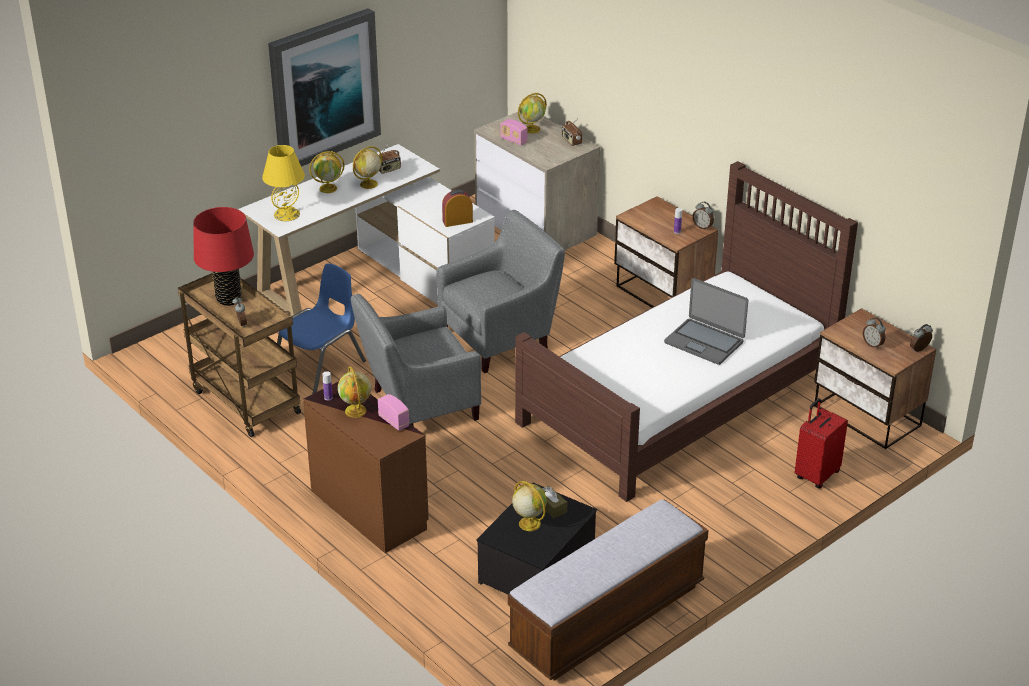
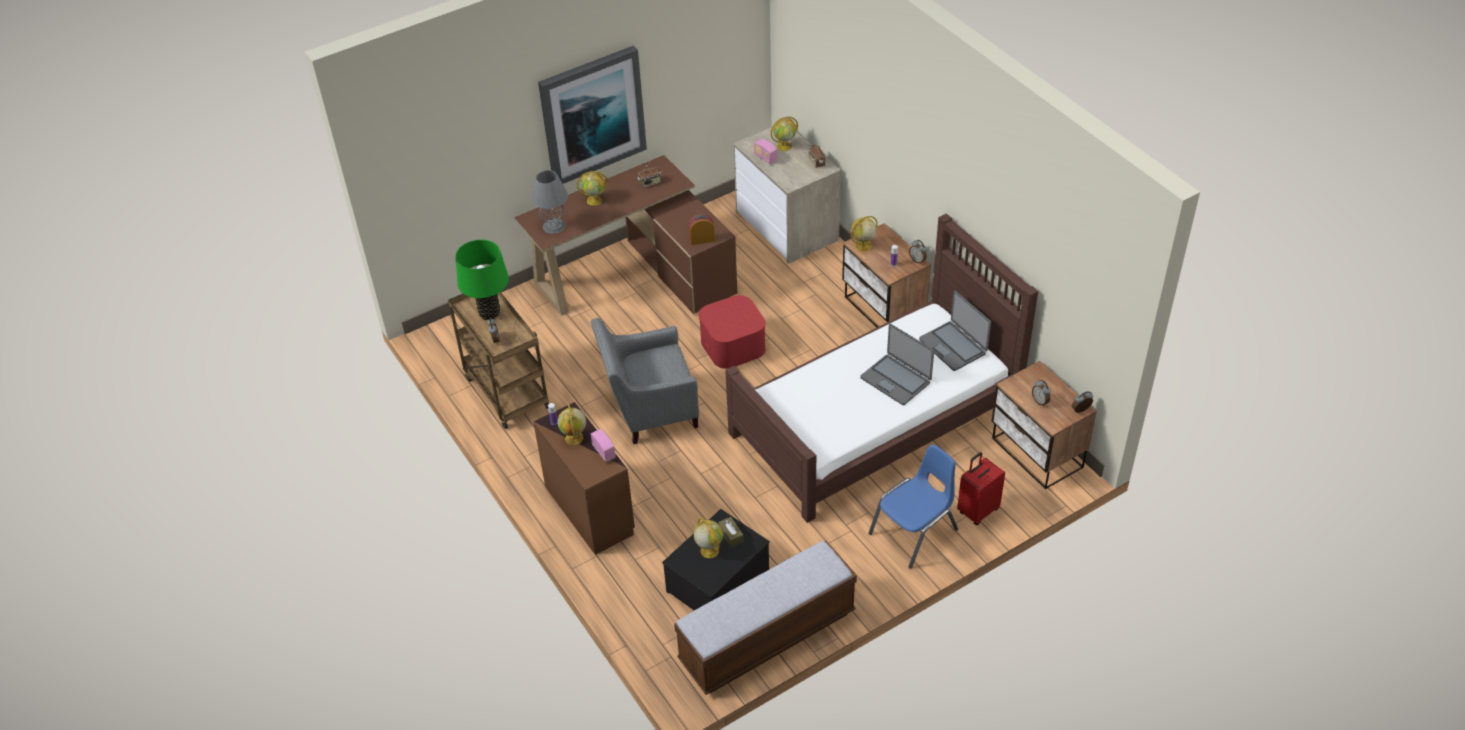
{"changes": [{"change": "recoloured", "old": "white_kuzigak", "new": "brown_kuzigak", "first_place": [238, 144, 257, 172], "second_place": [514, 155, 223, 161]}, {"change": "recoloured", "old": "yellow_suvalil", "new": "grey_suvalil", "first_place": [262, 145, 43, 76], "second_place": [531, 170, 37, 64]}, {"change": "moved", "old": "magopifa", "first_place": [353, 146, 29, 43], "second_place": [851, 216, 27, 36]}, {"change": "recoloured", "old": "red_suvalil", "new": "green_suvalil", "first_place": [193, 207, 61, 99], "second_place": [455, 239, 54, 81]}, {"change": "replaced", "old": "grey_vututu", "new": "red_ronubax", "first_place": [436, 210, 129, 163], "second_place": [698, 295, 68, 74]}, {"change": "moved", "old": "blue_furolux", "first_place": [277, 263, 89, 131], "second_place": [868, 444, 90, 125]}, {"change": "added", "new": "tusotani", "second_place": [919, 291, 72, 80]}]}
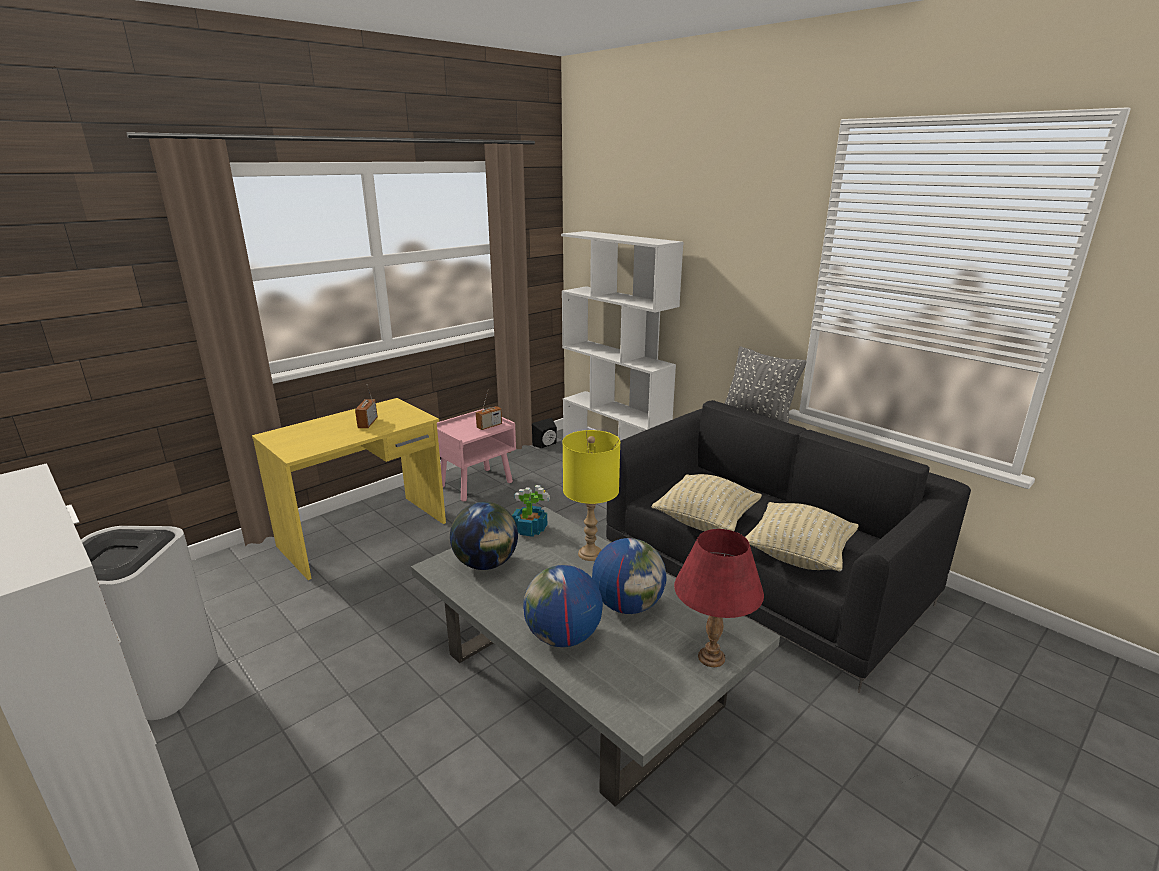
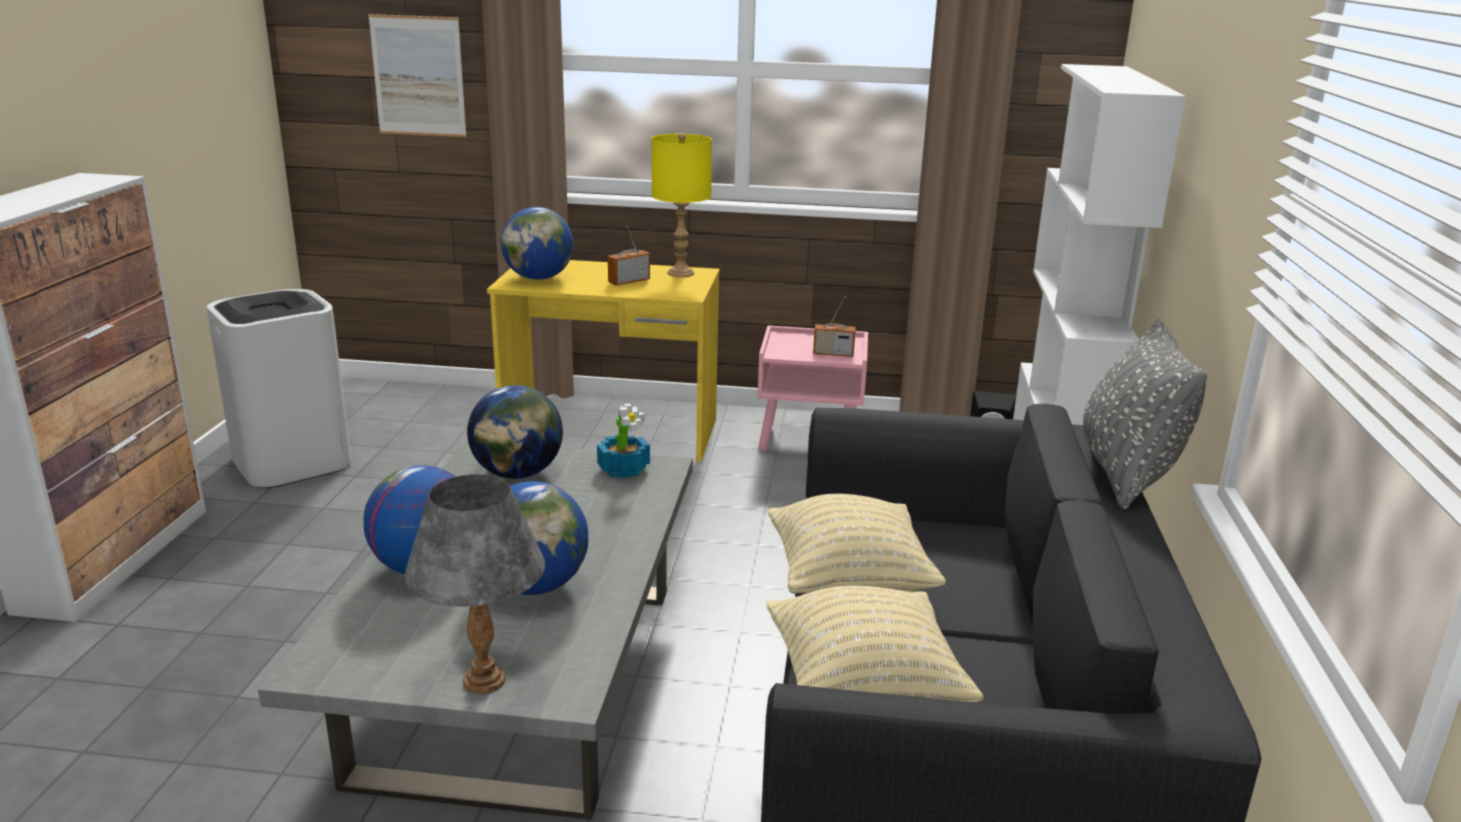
{"changes": [{"change": "moved", "old": "yellow_suvalil", "first_place": [563, 430, 57, 131], "second_place": [651, 133, 61, 144]}, {"change": "recoloured", "old": "red_suvalil", "new": "grey_suvalil", "first_place": [674, 529, 90, 138], "second_place": [404, 474, 141, 220]}, {"change": "added", "new": "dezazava", "second_place": [368, 14, 99, 123]}, {"change": "added", "new": "magopifa", "second_place": [501, 207, 73, 73]}]}
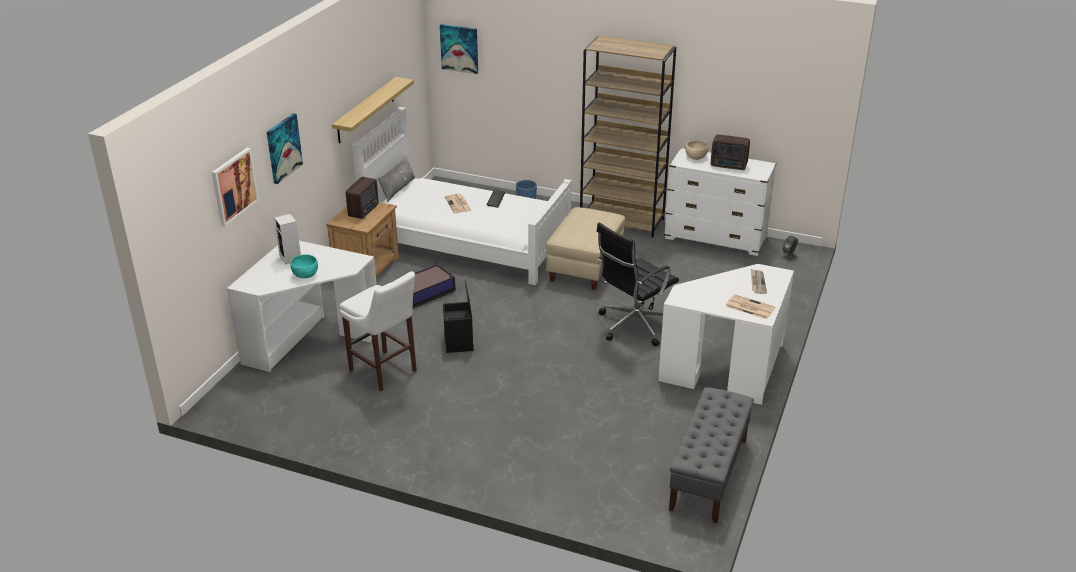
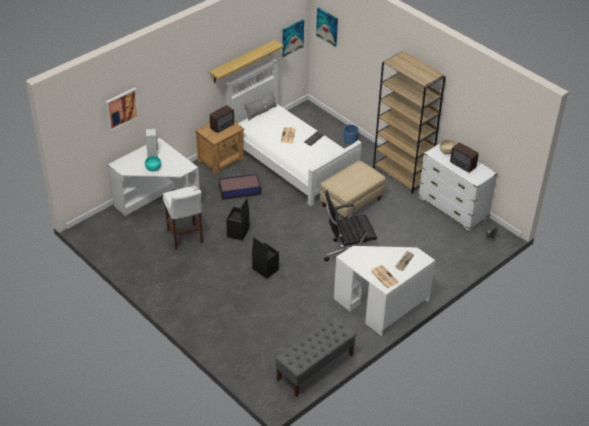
{"changes": [{"change": "moved", "old": "dezazava", "first_place": [267, 113, 36, 71], "second_place": [282, 20, 22, 37]}, {"change": "added", "new": "black_ronubax", "second_place": [252, 237, 27, 42]}]}
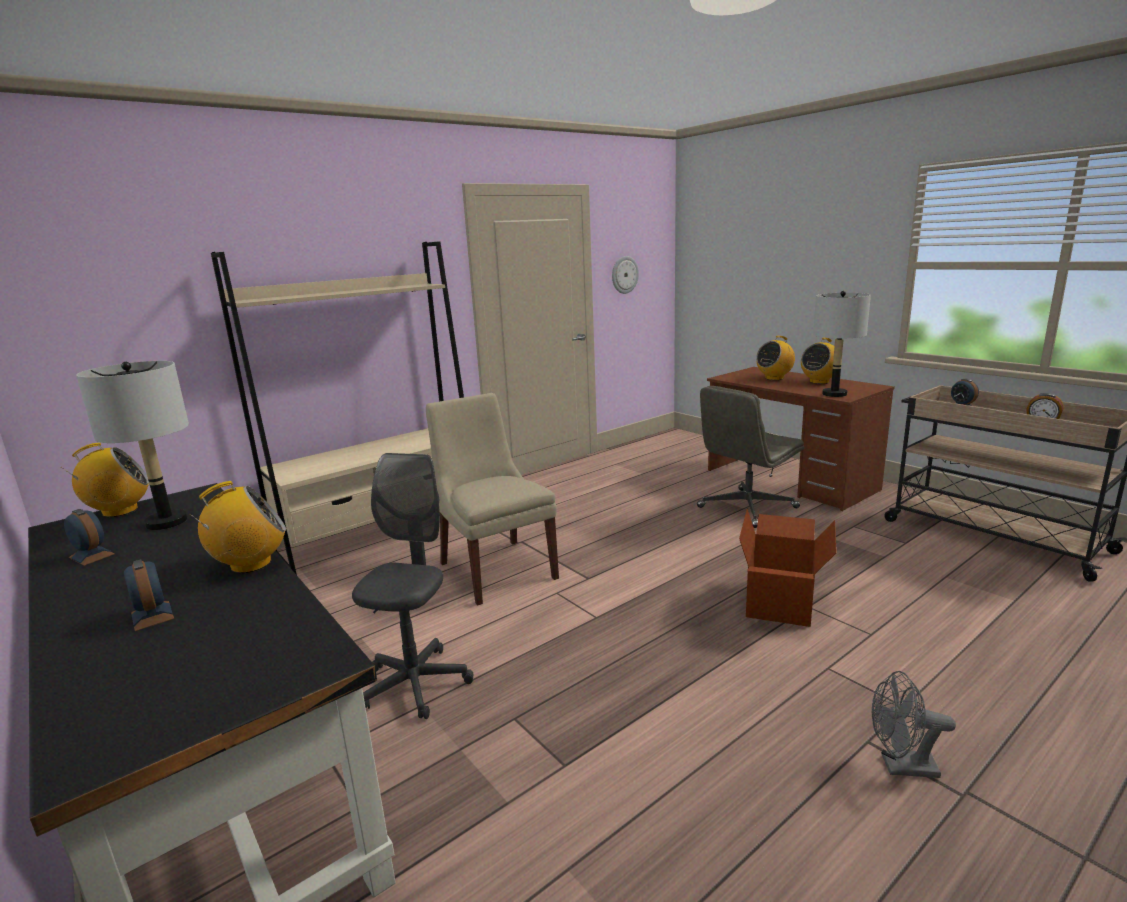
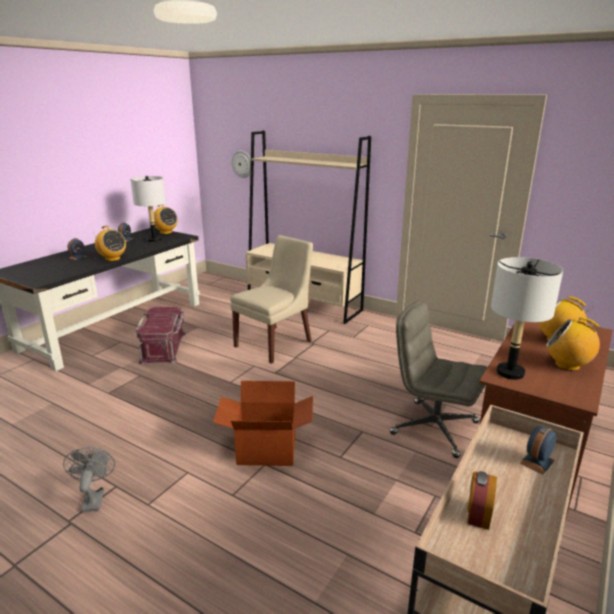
{"changes": [{"change": "moved", "old": "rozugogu", "first_place": [612, 256, 27, 38], "second_place": [231, 150, 20, 28]}, {"change": "replaced", "old": "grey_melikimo", "new": "red_ronubax", "first_place": [352, 453, 122, 266], "second_place": [135, 307, 51, 58]}]}
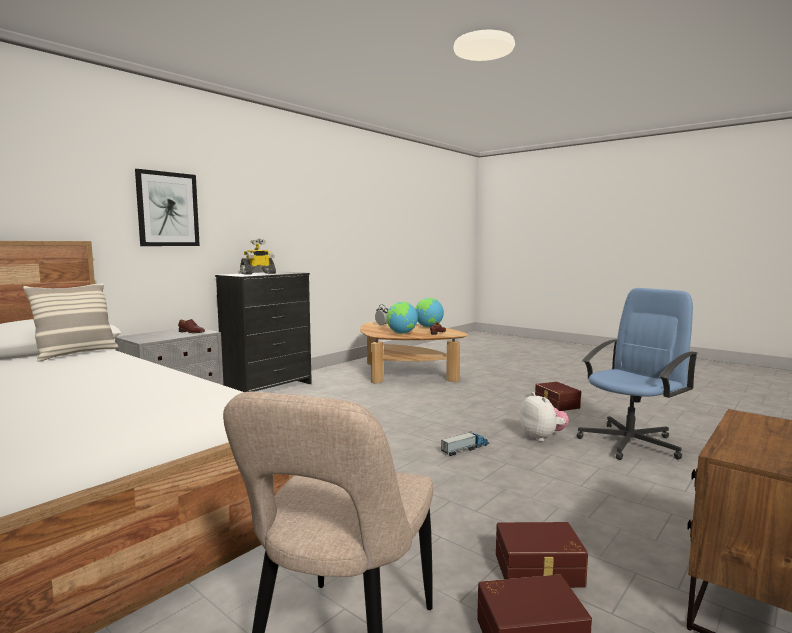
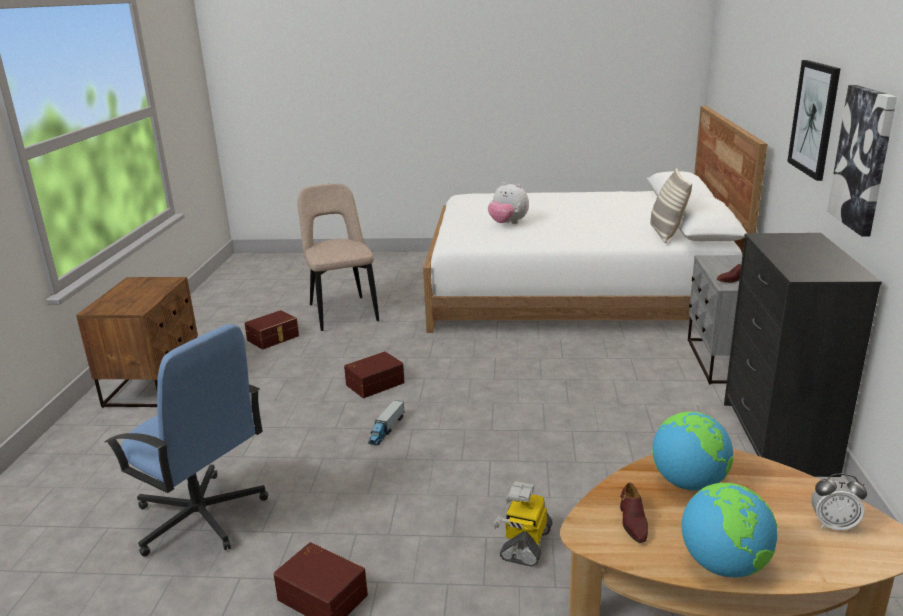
{"changes": [{"change": "moved", "old": "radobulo", "first_place": [240, 238, 36, 37], "second_place": [493, 481, 60, 85]}, {"change": "turned", "old": "blue_melikimo", "first_place": [577, 288, 121, 172], "second_place": [105, 324, 163, 233], "degrees": -75}, {"change": "moved", "old": "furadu", "first_place": [520, 392, 49, 50], "second_place": [488, 182, 41, 42]}, {"change": "moved", "old": "brown_ronubax", "first_place": [496, 522, 92, 66], "second_place": [344, 351, 61, 47]}, {"change": "added", "new": "dezazava", "second_place": [827, 85, 70, 152]}]}
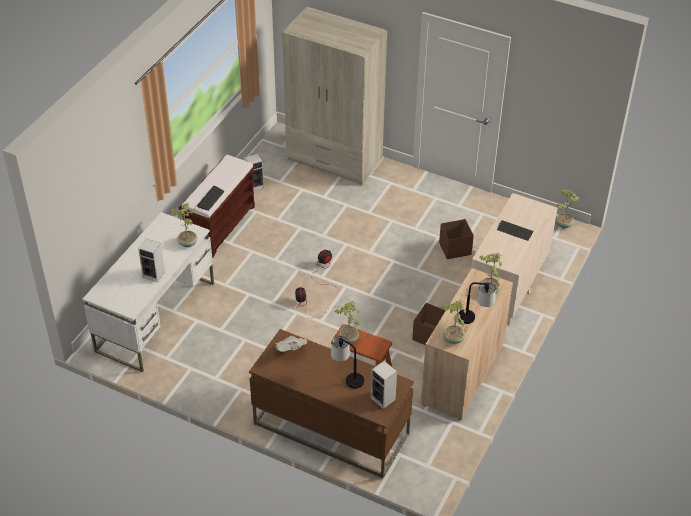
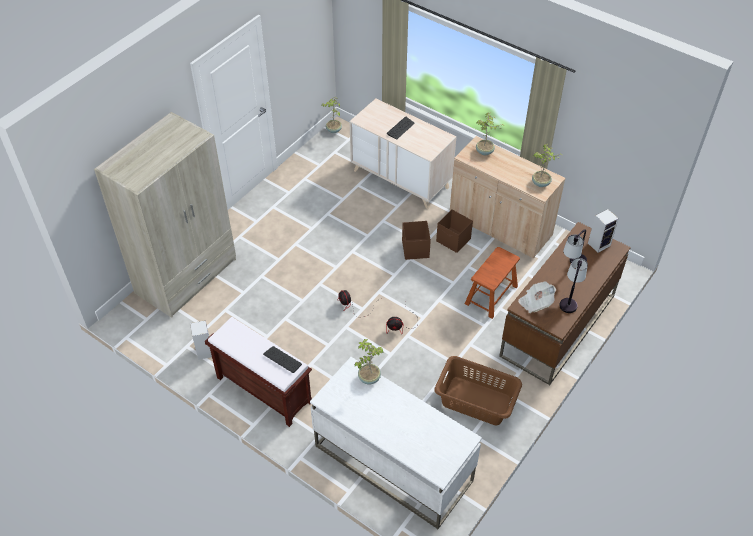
{"changes": [{"change": "moved", "old": "brown_ronubax", "first_place": [439, 219, 35, 40], "second_place": [402, 221, 29, 39]}, {"change": "removed", "old": "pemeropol", "first_place": [138, 239, 27, 43]}, {"change": "moved", "old": "suvalil", "first_place": [457, 282, 39, 42], "second_place": [559, 258, 29, 55]}, {"change": "removed", "old": "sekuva", "first_place": [335, 301, 24, 42]}, {"change": "added", "new": "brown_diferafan", "second_place": [434, 356, 88, 69]}]}
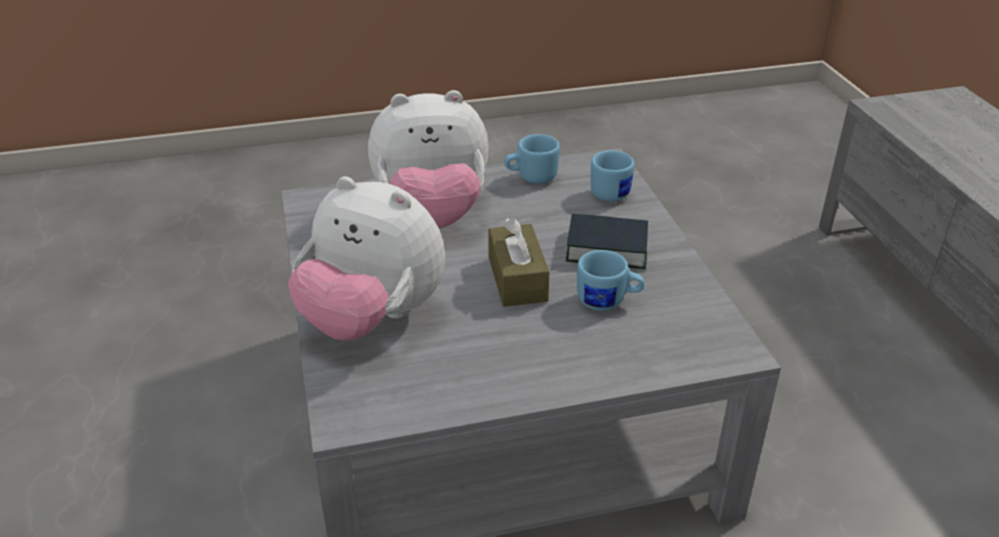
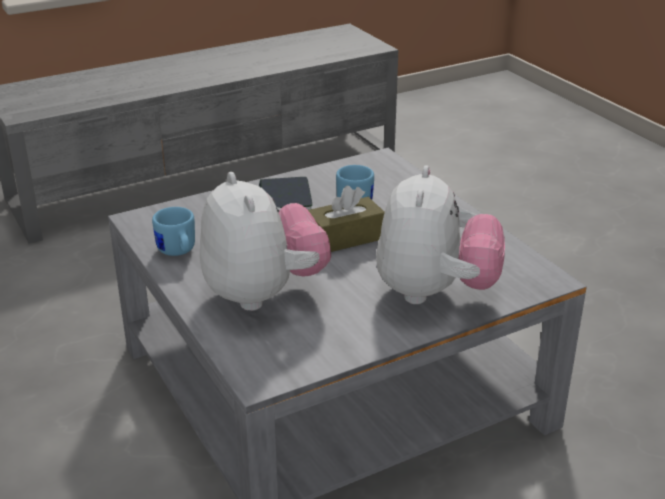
{"changes": [{"change": "removed", "old": "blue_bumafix", "first_place": [591, 150, 43, 52]}]}
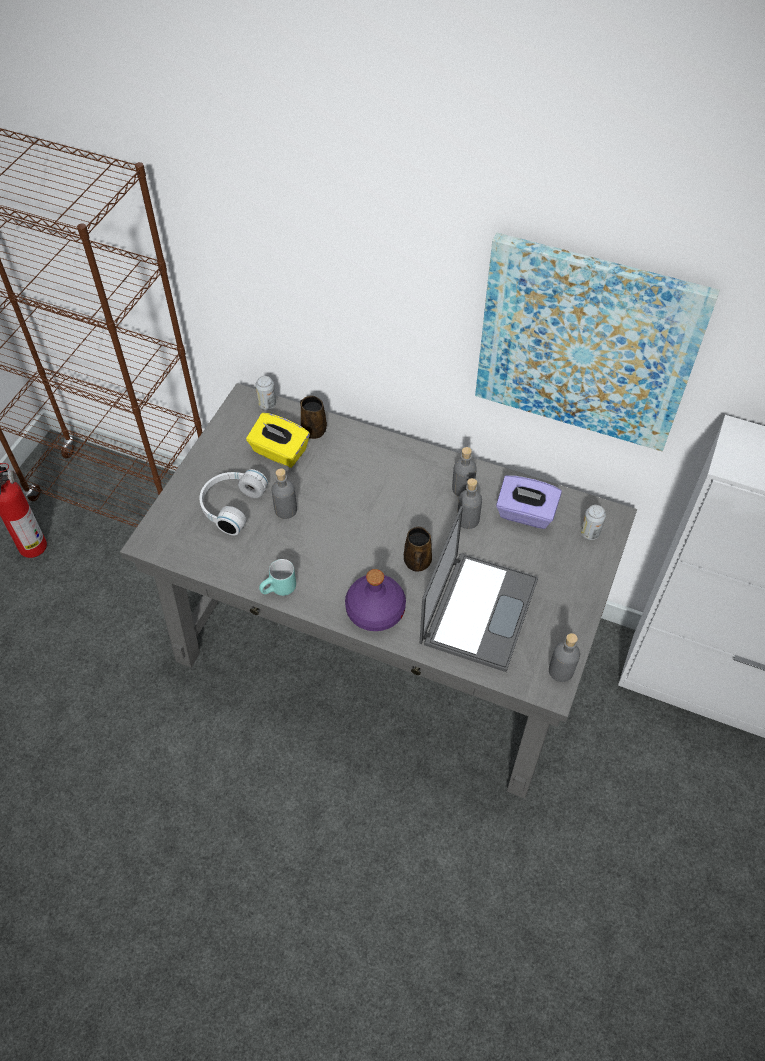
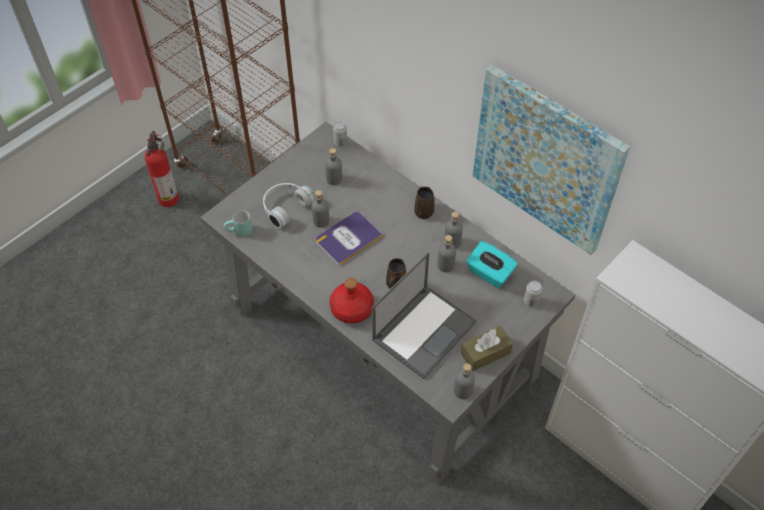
{"changes": [{"change": "moved", "old": "brown_bumafix", "first_place": [300, 396, 27, 43], "second_place": [414, 186, 21, 33]}, {"change": "replaced", "old": "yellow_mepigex", "new": "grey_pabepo", "first_place": [246, 413, 64, 55], "second_place": [325, 148, 17, 37]}, {"change": "recoloured", "old": "purple_mepigex", "new": "turquoise_mepigex", "first_place": [496, 475, 66, 54], "second_place": [466, 241, 52, 47]}, {"change": "moved", "old": "turquoise_bumafix", "first_place": [259, 559, 37, 37], "second_place": [224, 210, 28, 26]}, {"change": "recoloured", "old": "purple_pabepo", "new": "red_pabepo", "first_place": [345, 569, 61, 62], "second_place": [330, 278, 44, 45]}, {"change": "added", "new": "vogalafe", "second_place": [316, 212, 67, 54]}, {"change": "added", "new": "brown_mepigex", "second_place": [461, 326, 52, 45]}]}
